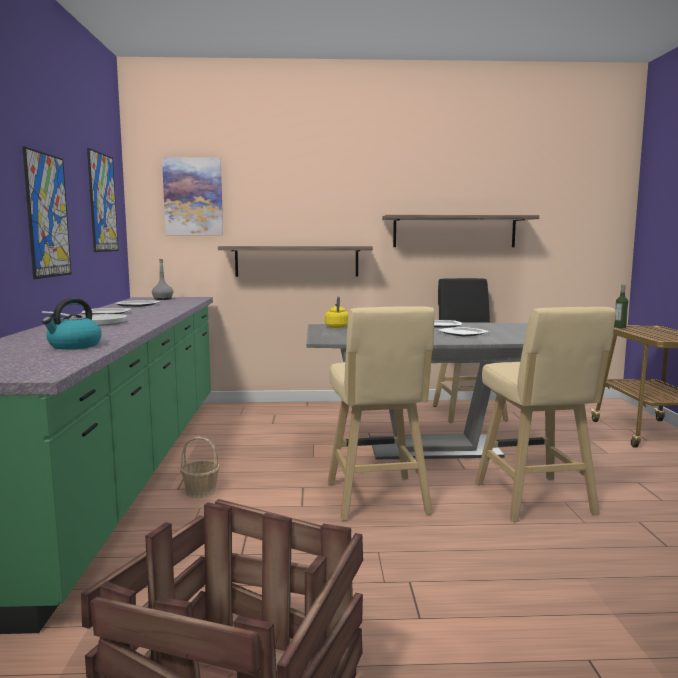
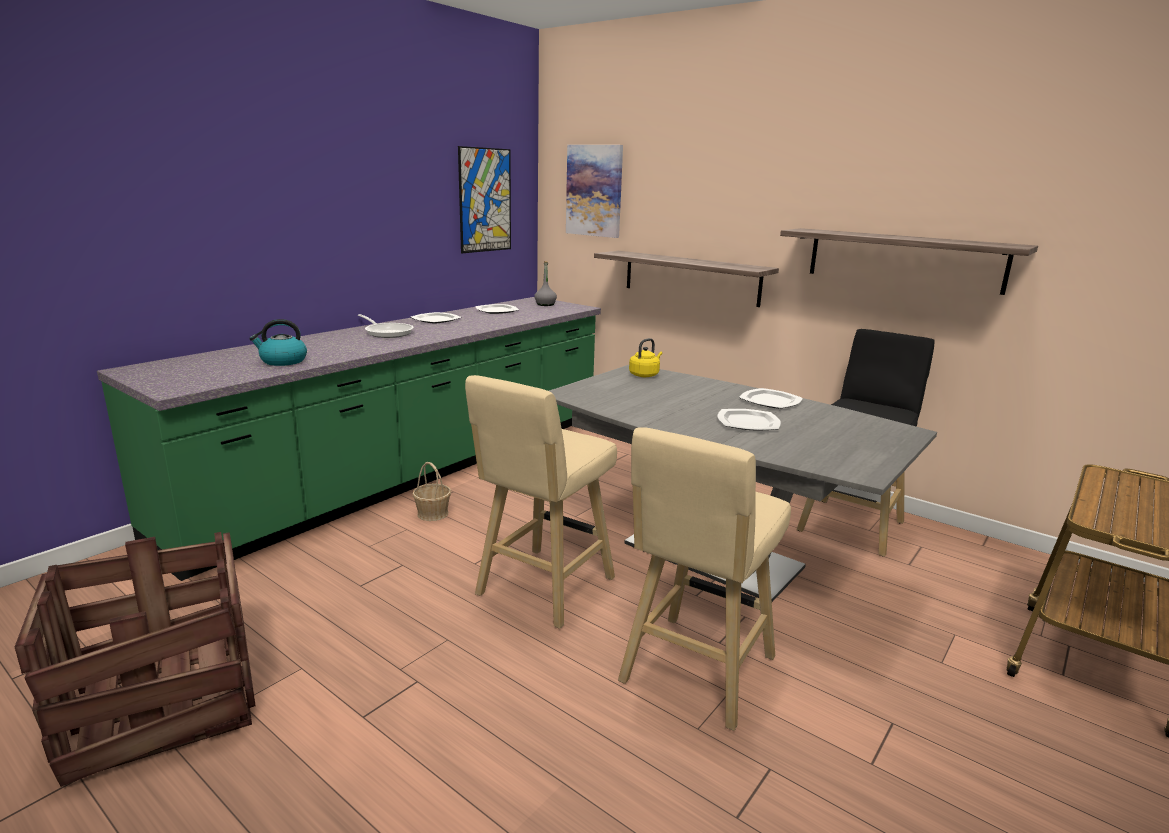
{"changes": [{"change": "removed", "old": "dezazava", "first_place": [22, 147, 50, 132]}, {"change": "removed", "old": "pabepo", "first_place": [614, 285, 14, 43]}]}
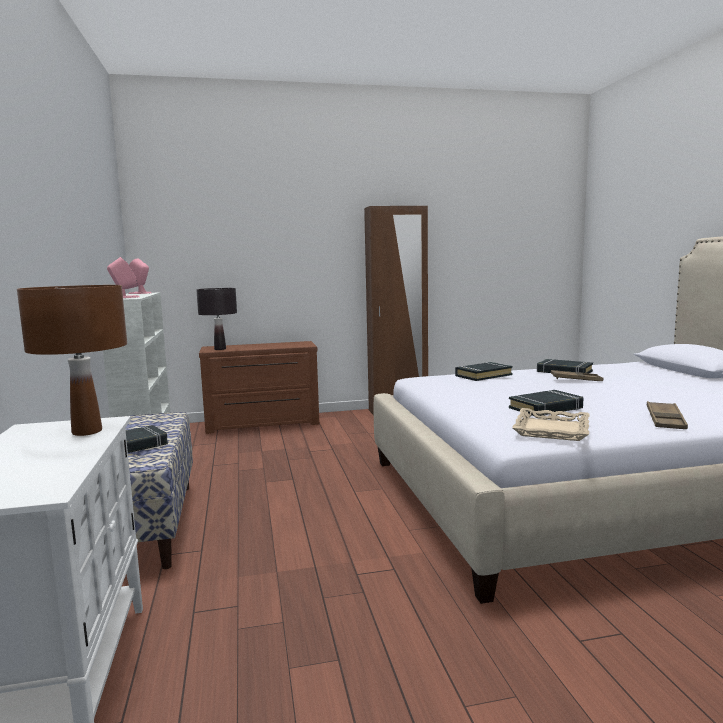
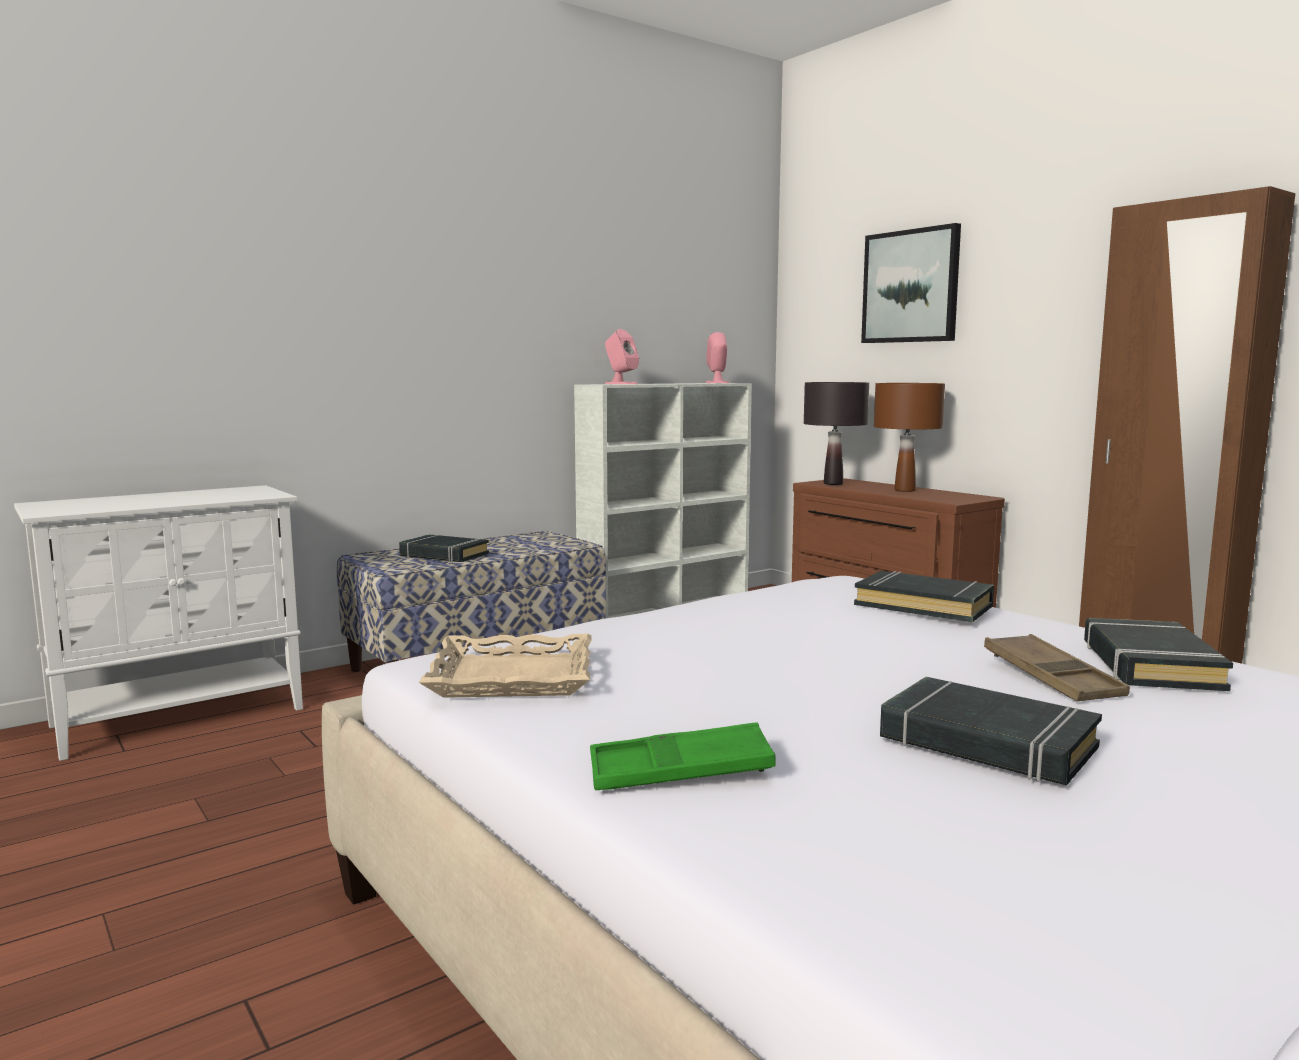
{"changes": [{"change": "moved", "old": "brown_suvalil", "first_place": [17, 285, 110, 151], "second_place": [874, 383, 71, 109]}, {"change": "moved", "old": "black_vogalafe", "first_place": [509, 390, 74, 26], "second_place": [880, 677, 222, 108]}, {"change": "recoloured", "old": "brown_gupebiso", "new": "green_gupebiso", "first_place": [647, 401, 41, 28], "second_place": [590, 722, 186, 68]}, {"change": "added", "new": "dezazava", "second_place": [861, 223, 100, 120]}]}
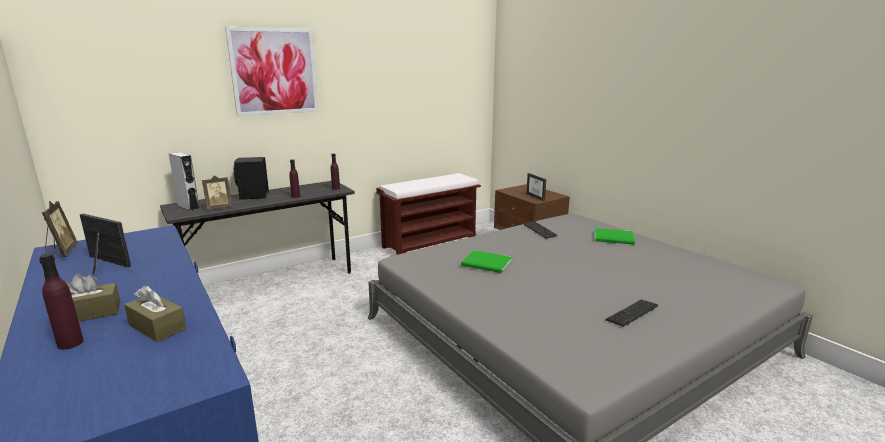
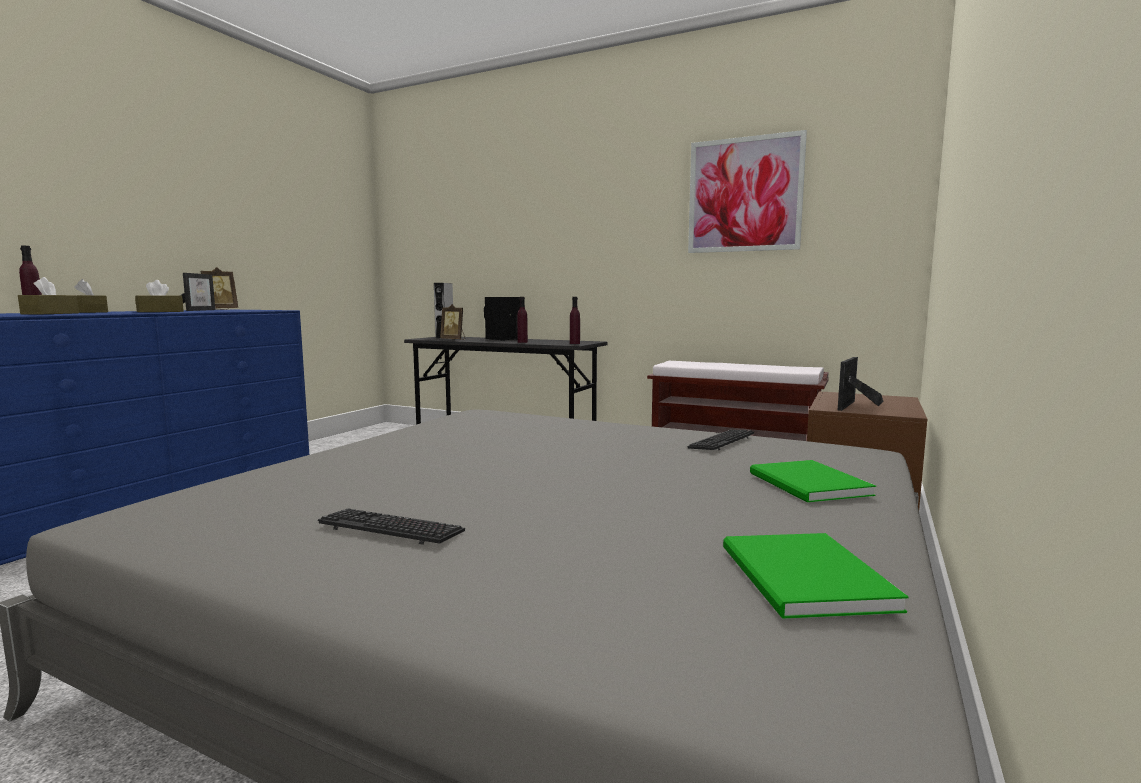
{"changes": [{"change": "moved", "old": "dezazava", "first_place": [225, 27, 93, 89], "second_place": [688, 130, 119, 123]}, {"change": "moved", "old": "green_vogalafe", "first_place": [461, 250, 51, 23], "second_place": [723, 533, 185, 86]}, {"change": "added", "new": "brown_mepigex", "second_place": [135, 280, 49, 32]}]}
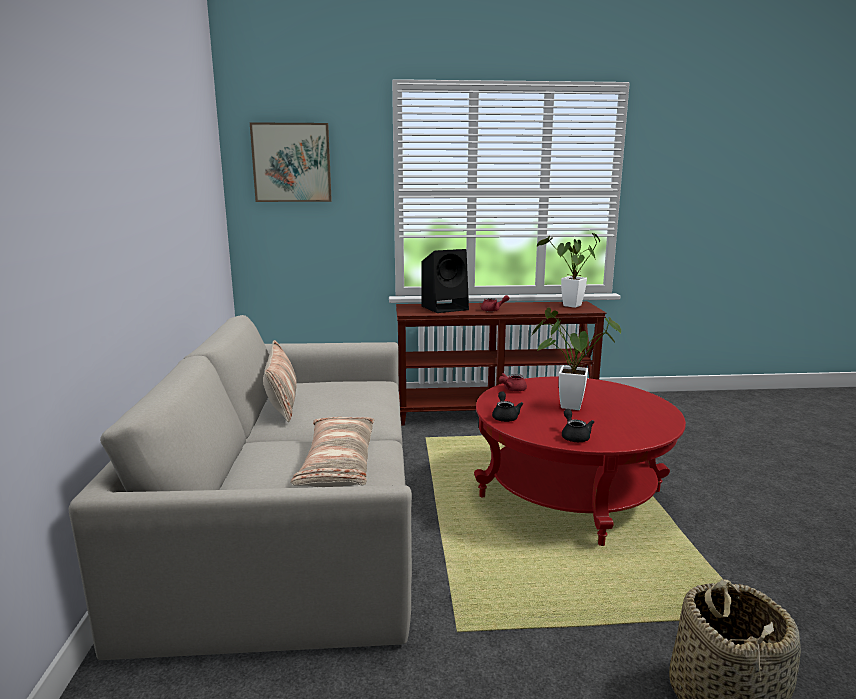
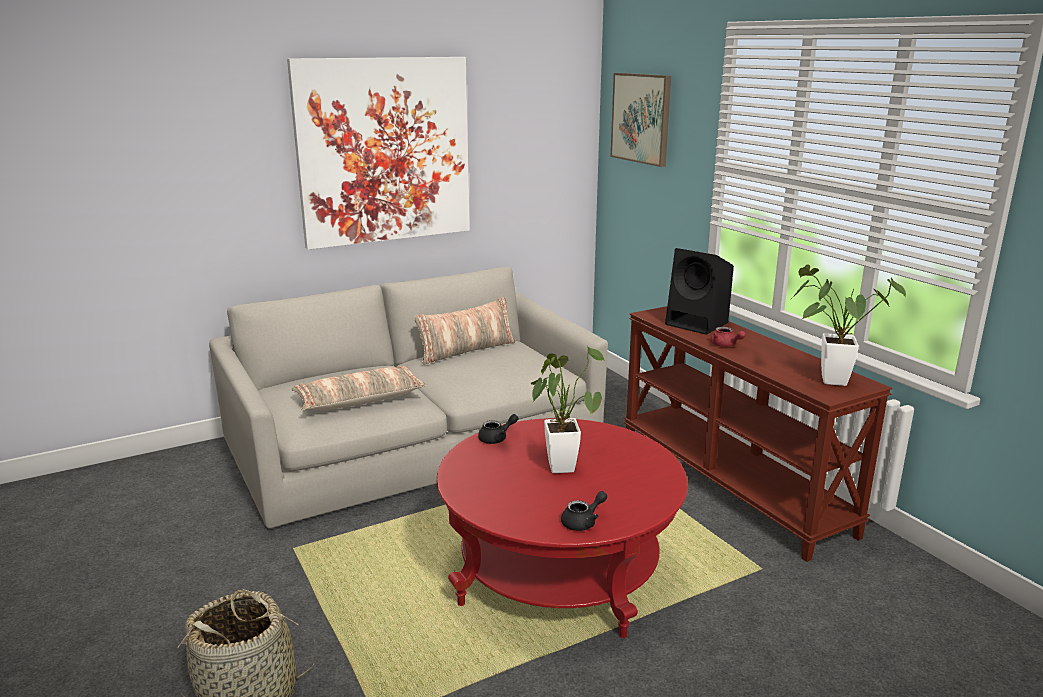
{"changes": [{"change": "removed", "old": "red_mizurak", "first_place": [499, 373, 28, 19]}, {"change": "moved", "old": "black_mizurak", "first_place": [562, 409, 32, 33], "second_place": [561, 491, 46, 40]}, {"change": "added", "new": "dezazava", "second_place": [287, 57, 183, 193]}]}
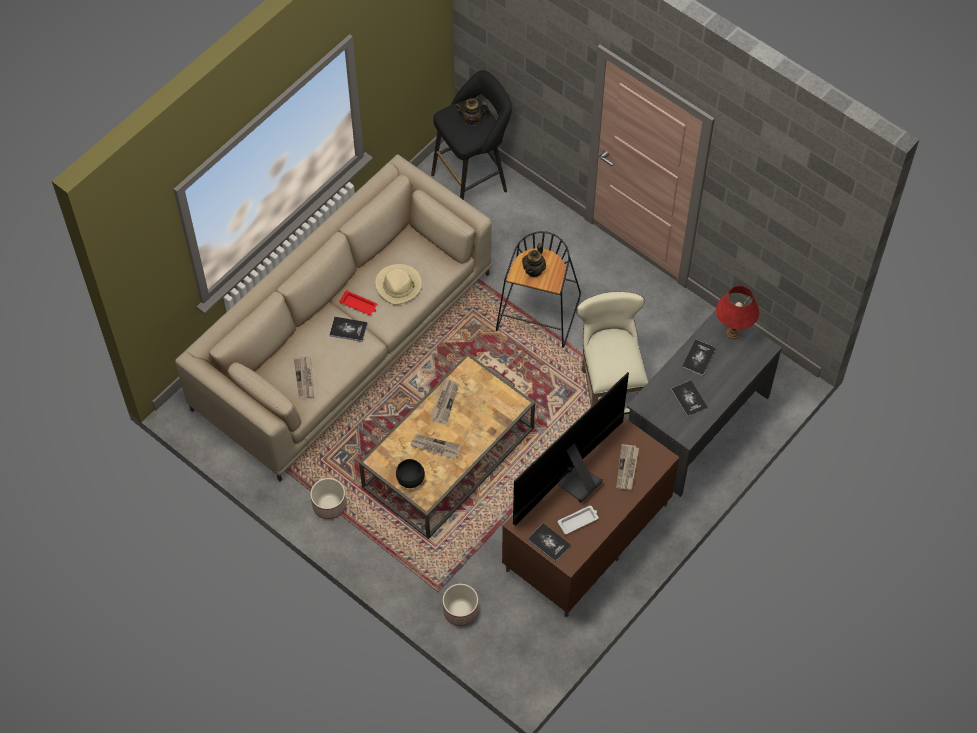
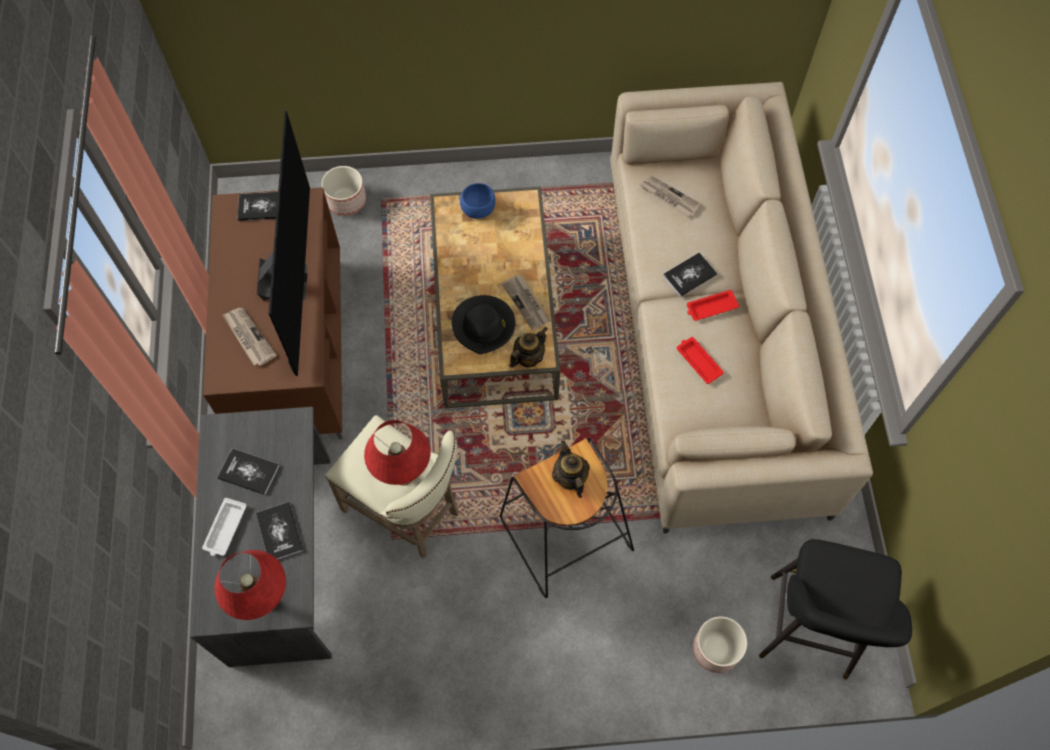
{"changes": [{"change": "moved", "old": "mizurak", "first_place": [454, 98, 36, 28], "second_place": [509, 327, 38, 40]}, {"change": "replaced", "old": "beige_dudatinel", "new": "red_gupebiso", "first_place": [375, 264, 47, 41], "second_place": [677, 337, 47, 47]}, {"change": "removed", "old": "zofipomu", "first_place": [411, 434, 51, 25]}, {"change": "recoloured", "old": "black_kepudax", "new": "blue_kepudax", "first_place": [396, 459, 29, 29], "second_place": [460, 183, 35, 36]}, {"change": "moved", "old": "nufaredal", "first_place": [310, 478, 37, 41], "second_place": [693, 616, 54, 57]}, {"change": "moved", "old": "white_gupebiso", "first_place": [557, 505, 42, 29], "second_place": [202, 498, 44, 58]}, {"change": "added", "new": "black_dudatinel", "second_place": [451, 295, 64, 59]}, {"change": "added", "new": "red_suvalil", "second_place": [364, 420, 66, 66]}]}
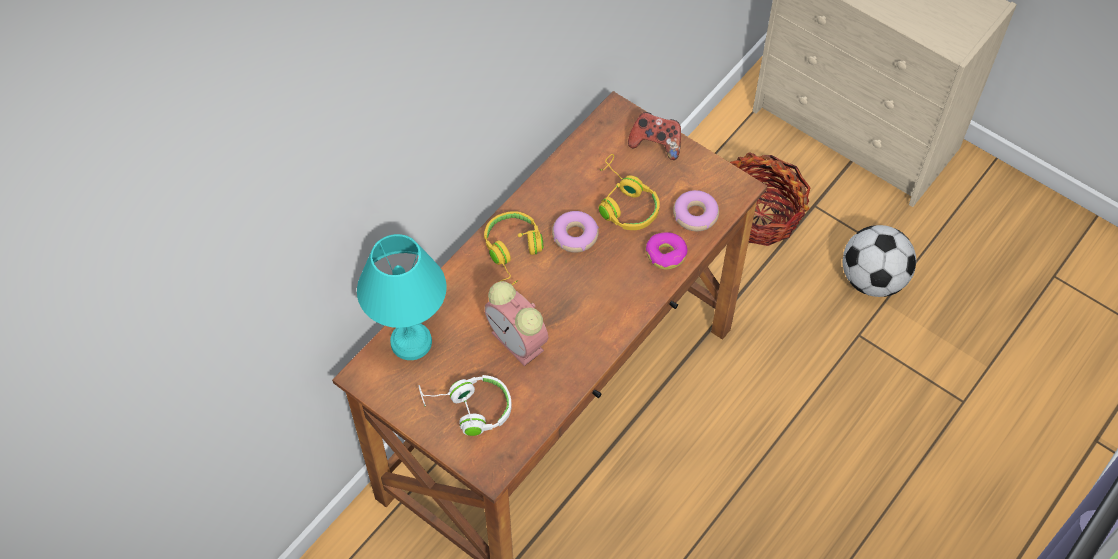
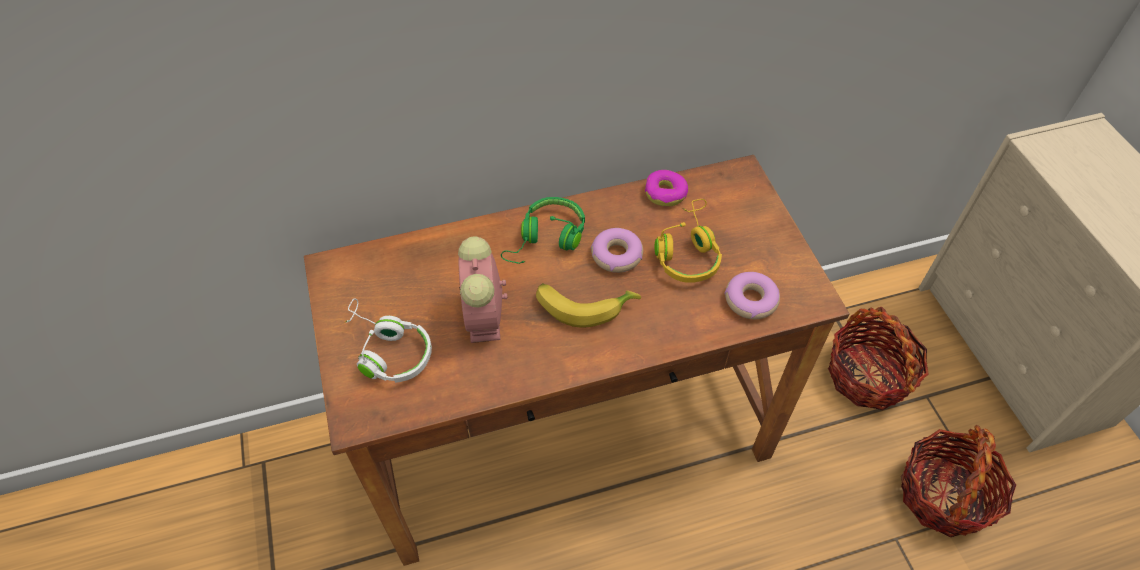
{"changes": [{"change": "removed", "old": "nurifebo", "first_place": [628, 112, 53, 48]}, {"change": "recoloured", "old": "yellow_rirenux", "new": "green_rirenux", "first_place": [484, 211, 59, 74], "second_place": [501, 197, 84, 67]}, {"change": "replaced", "old": "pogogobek", "new": "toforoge", "first_place": [843, 225, 73, 72], "second_place": [901, 425, 115, 112]}, {"change": "moved", "old": "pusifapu", "first_place": [646, 232, 42, 38], "second_place": [645, 170, 43, 37]}, {"change": "removed", "old": "turquoise_suvalil", "first_place": [357, 234, 90, 126]}, {"change": "added", "new": "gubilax", "second_place": [536, 283, 105, 44]}]}
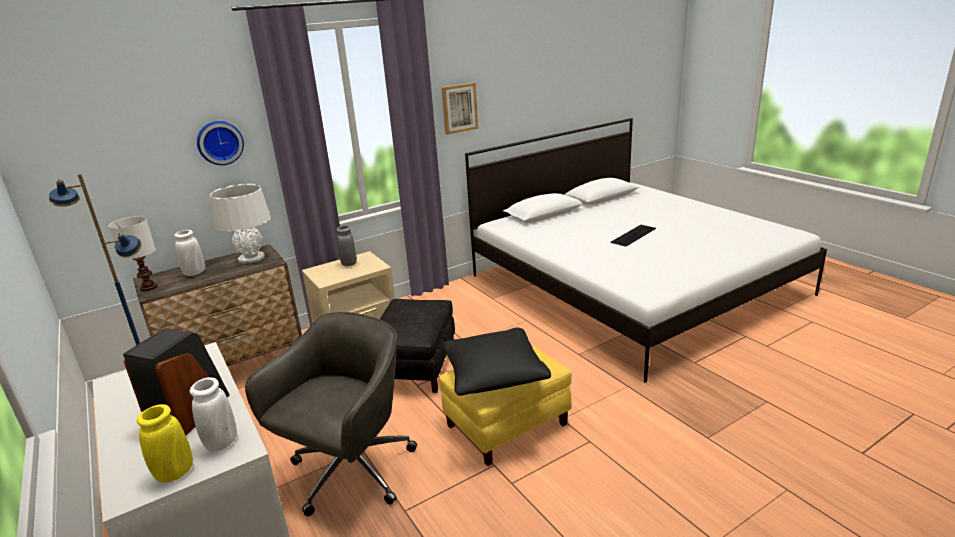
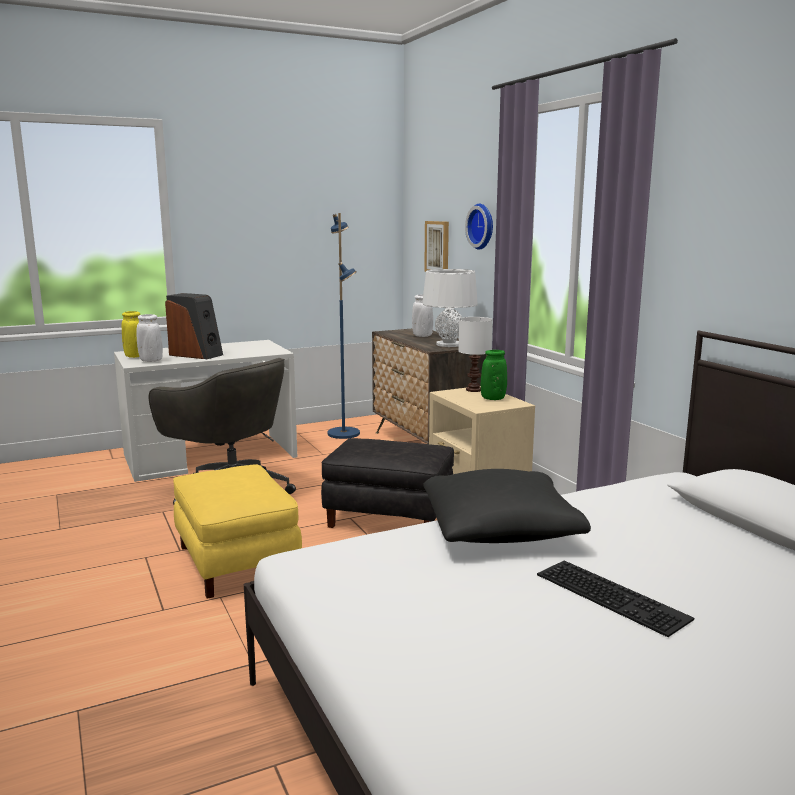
{"changes": [{"change": "moved", "old": "dezazava", "first_place": [441, 83, 37, 52], "second_place": [424, 221, 25, 51]}, {"change": "moved", "old": "white_suvalil", "first_place": [109, 216, 48, 75], "second_place": [458, 317, 35, 75]}, {"change": "recoloured", "old": "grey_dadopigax", "new": "green_dadopigax", "first_place": [336, 225, 21, 41], "second_place": [481, 350, 26, 50]}, {"change": "moved", "old": "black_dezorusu", "first_place": [442, 328, 109, 68], "second_place": [423, 469, 168, 74]}]}
